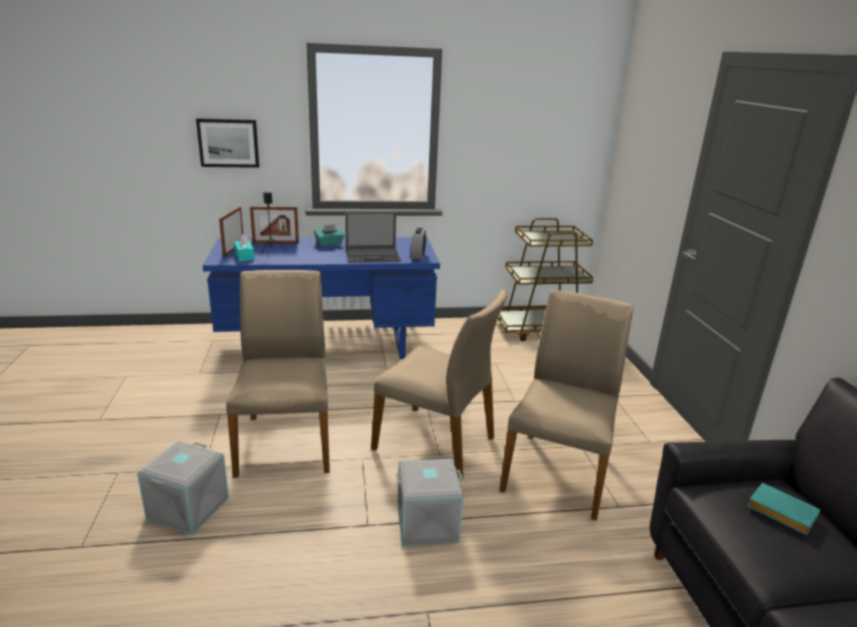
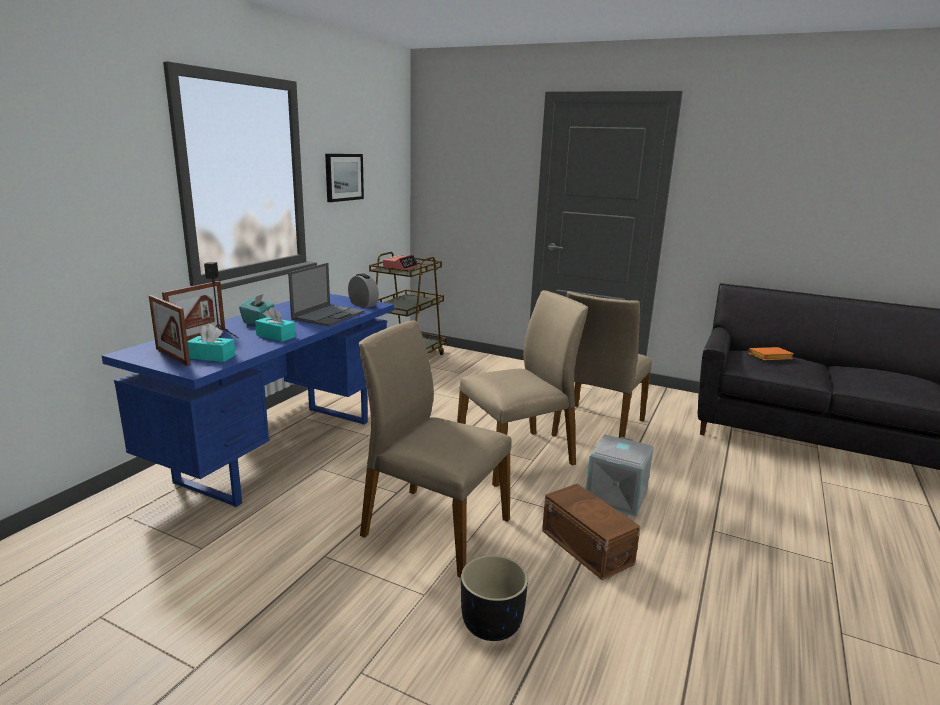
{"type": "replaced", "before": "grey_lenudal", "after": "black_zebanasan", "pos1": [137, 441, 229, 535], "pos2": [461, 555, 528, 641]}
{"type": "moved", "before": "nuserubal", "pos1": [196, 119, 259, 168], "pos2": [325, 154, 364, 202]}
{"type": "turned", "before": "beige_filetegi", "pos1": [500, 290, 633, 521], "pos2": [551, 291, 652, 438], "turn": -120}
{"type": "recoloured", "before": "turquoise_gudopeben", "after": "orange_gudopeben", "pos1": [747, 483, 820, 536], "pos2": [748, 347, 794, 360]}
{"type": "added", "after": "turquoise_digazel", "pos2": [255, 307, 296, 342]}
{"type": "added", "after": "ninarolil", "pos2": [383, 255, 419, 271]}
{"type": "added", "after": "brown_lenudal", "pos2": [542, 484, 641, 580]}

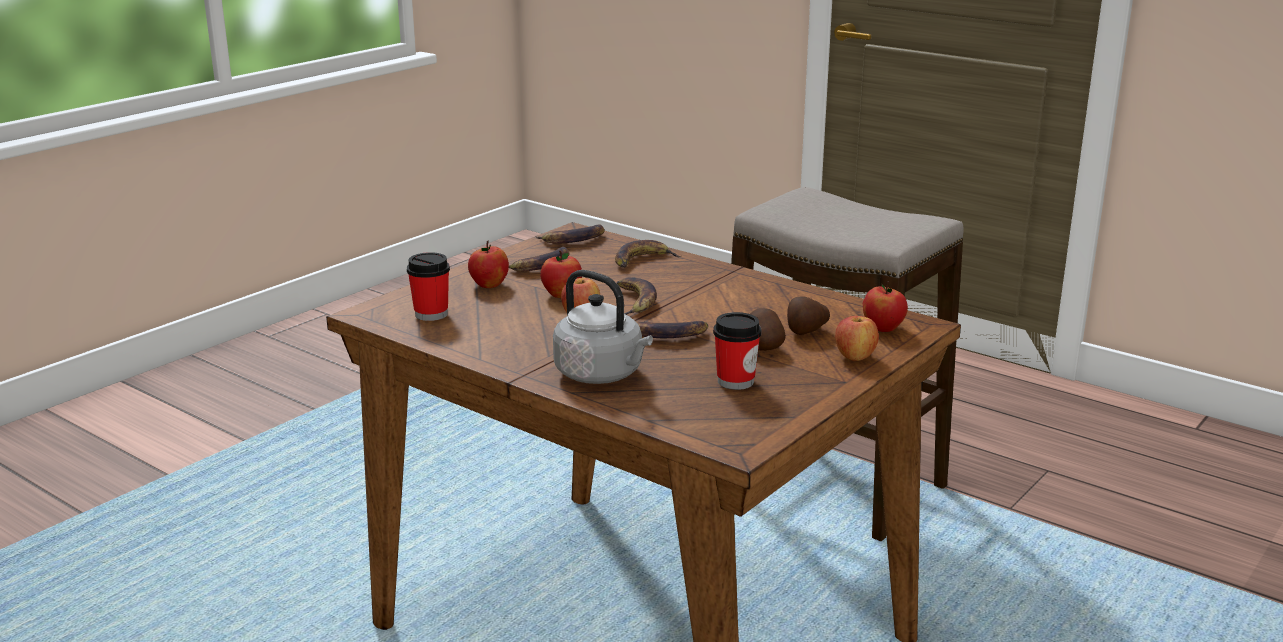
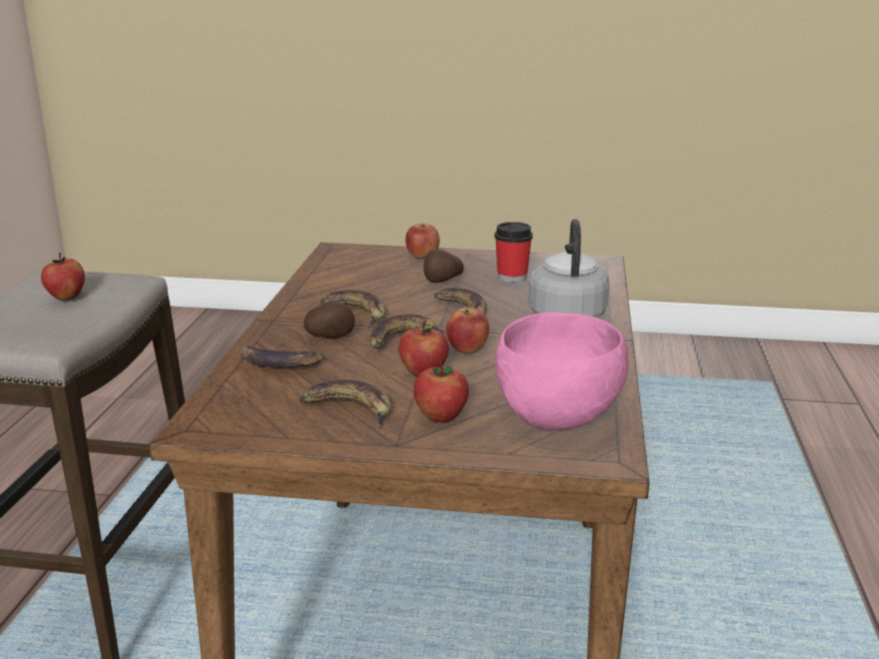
{"type": "replaced", "before": "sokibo", "after": "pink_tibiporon", "pos1": [407, 252, 450, 321], "pos2": [495, 312, 628, 430]}
{"type": "moved", "before": "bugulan", "pos1": [535, 224, 605, 243], "pos2": [320, 290, 386, 328]}
{"type": "moved", "before": "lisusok", "pos1": [787, 296, 830, 335], "pos2": [304, 301, 355, 338]}
{"type": "moved", "before": "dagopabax", "pos1": [863, 281, 908, 332], "pos2": [41, 253, 85, 300]}

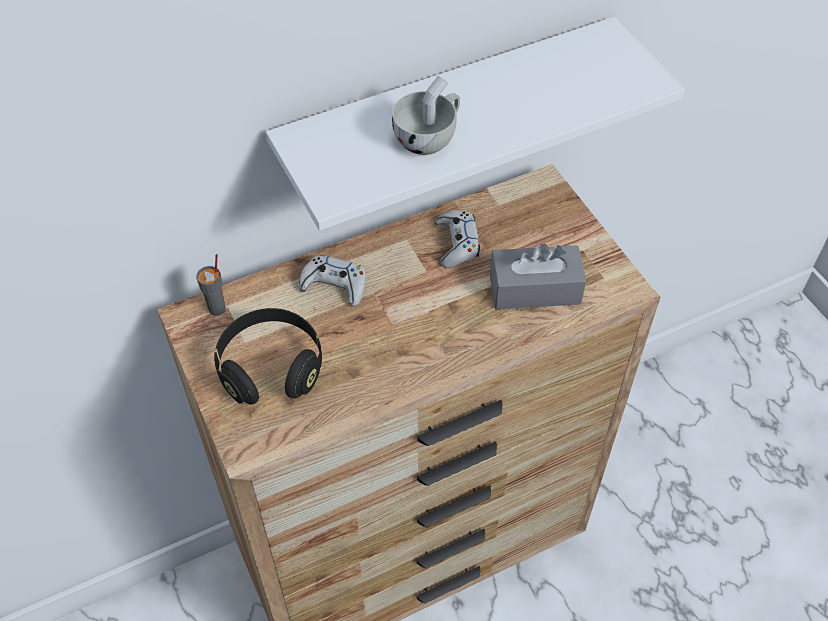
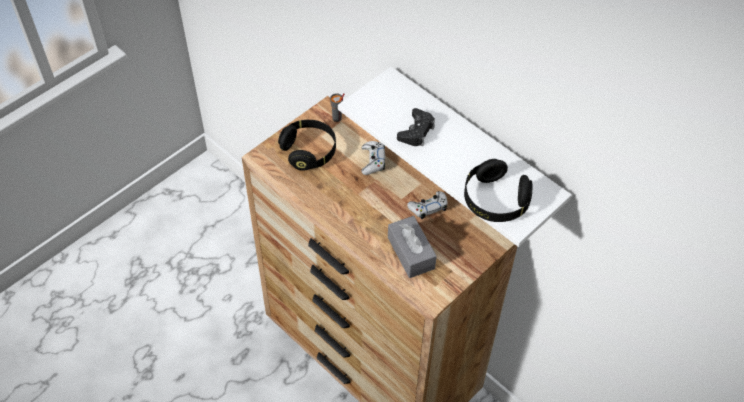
{"type": "replaced", "before": "white_sokibo", "after": "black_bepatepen", "pos1": [392, 76, 460, 155], "pos2": [397, 108, 435, 147]}
{"type": "added", "after": "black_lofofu", "pos2": [464, 159, 532, 222]}

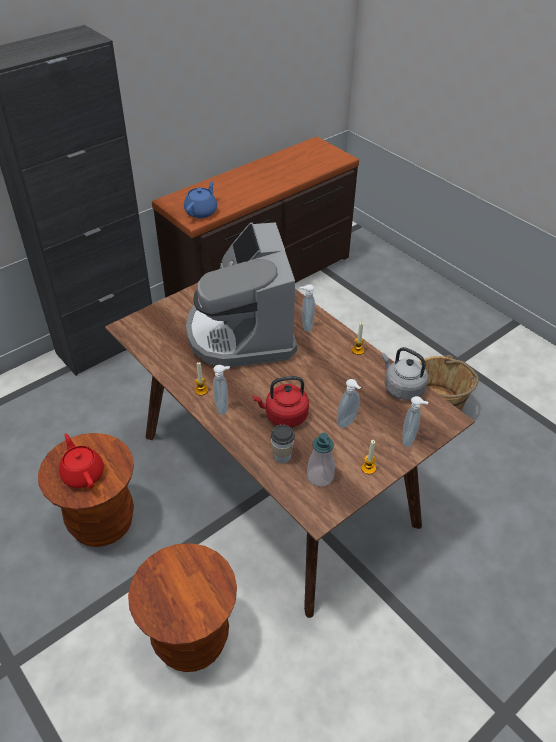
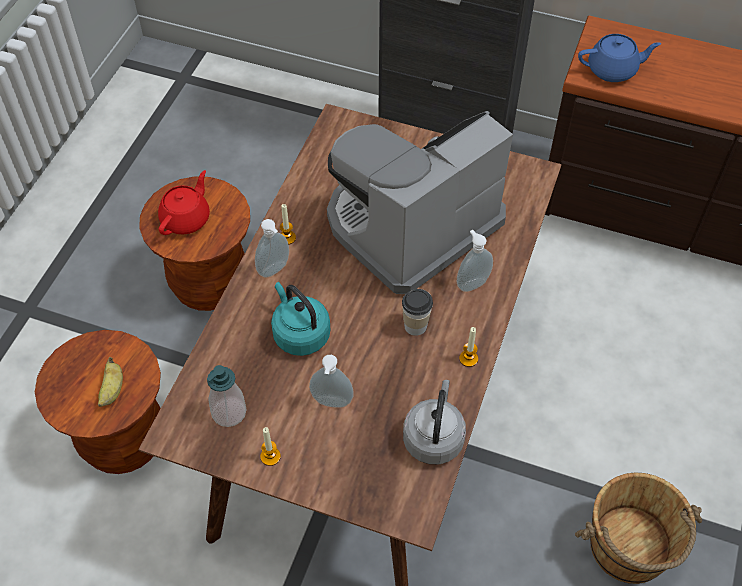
{"type": "recoloured", "before": "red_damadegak", "after": "turquoise_damadegak", "pos1": [253, 376, 309, 427], "pos2": [271, 282, 330, 356]}
{"type": "moved", "before": "sokibo", "pos1": [270, 425, 295, 464], "pos2": [402, 289, 433, 336]}
{"type": "removed", "before": "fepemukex", "pos1": [402, 396, 428, 447]}
{"type": "added", "after": "bugulan", "pos2": [98, 357, 123, 407]}

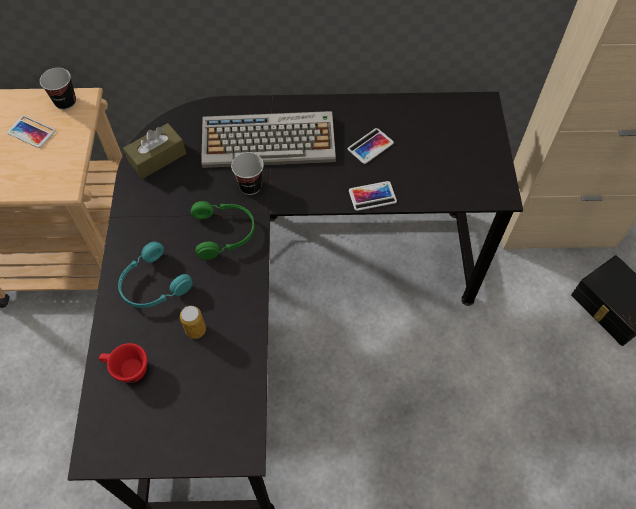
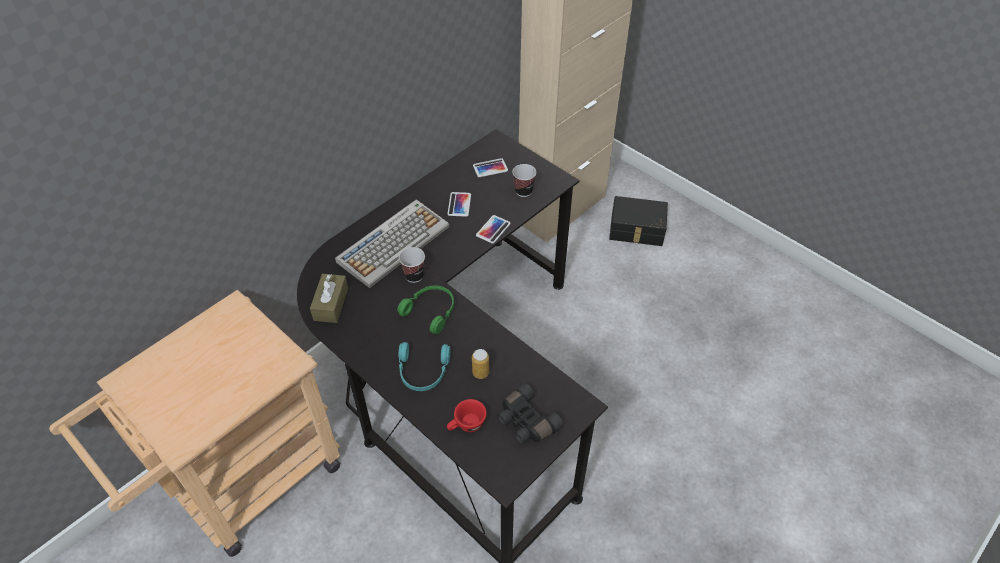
{"type": "moved", "before": "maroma", "pos1": [7, 116, 56, 148], "pos2": [473, 158, 508, 177]}
{"type": "moved", "before": "sokibo", "pos1": [40, 68, 76, 110], "pos2": [512, 164, 536, 197]}
{"type": "added", "after": "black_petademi", "pos2": [497, 383, 564, 444]}

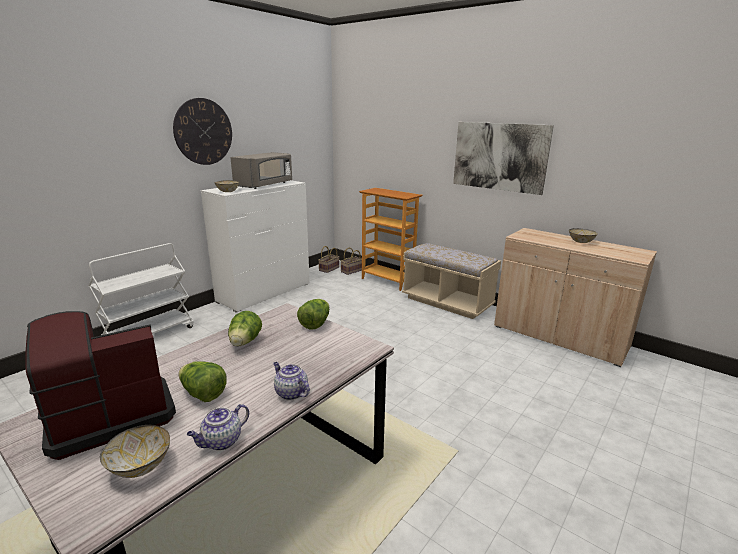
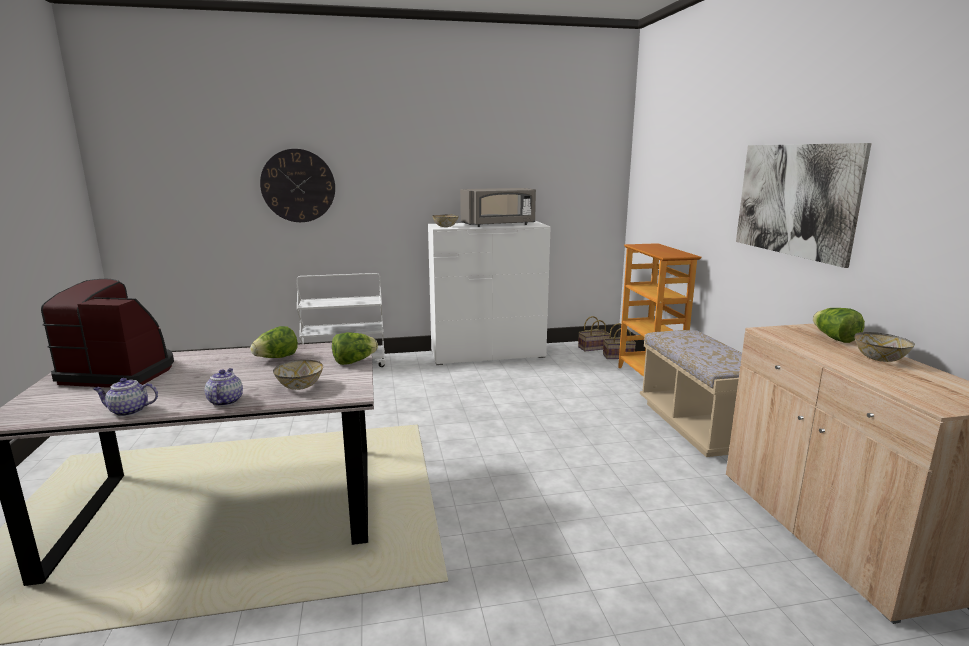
{"type": "moved", "before": "tibiporon", "pos1": [100, 425, 170, 478], "pos2": [273, 360, 323, 390]}
{"type": "moved", "before": "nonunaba", "pos1": [173, 98, 232, 165], "pos2": [260, 149, 335, 222]}
{"type": "moved", "before": "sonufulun", "pos1": [179, 361, 227, 402], "pos2": [813, 308, 865, 343]}

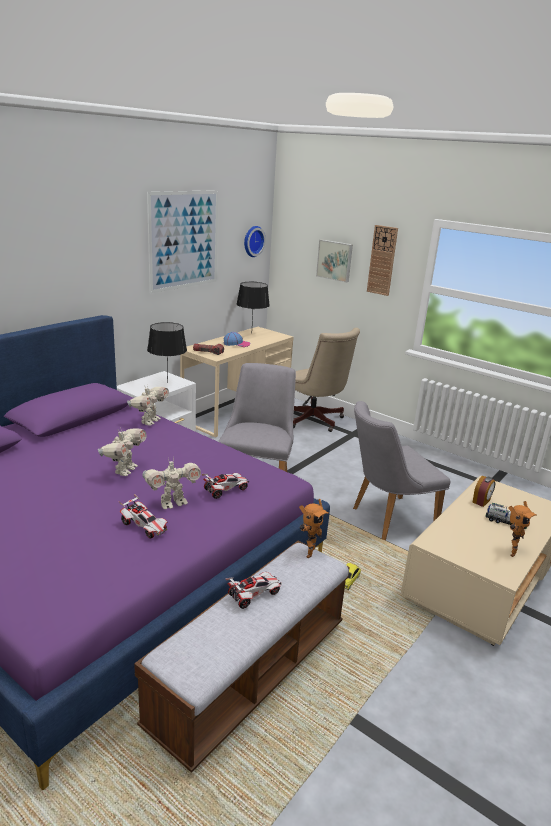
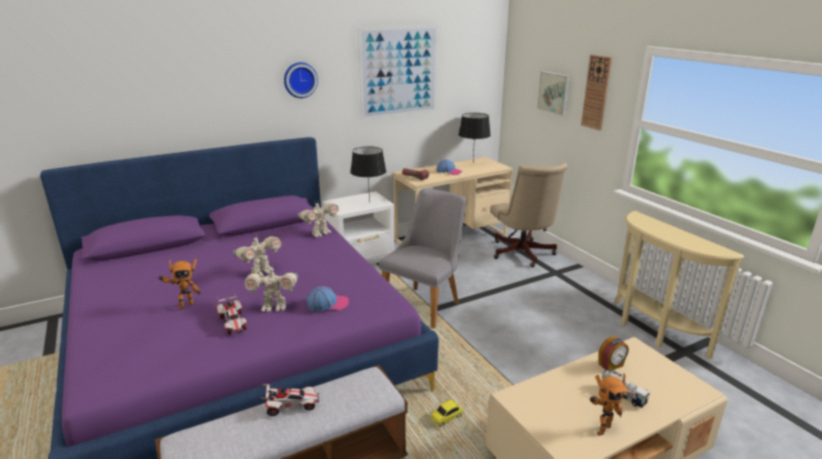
{"type": "replaced", "before": "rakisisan", "after": "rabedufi", "pos1": [201, 473, 249, 499], "pos2": [306, 286, 349, 311]}
{"type": "moved", "before": "nonunaba", "pos1": [244, 226, 266, 257], "pos2": [284, 62, 318, 98]}
{"type": "moved", "before": "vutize", "pos1": [299, 499, 329, 558], "pos2": [158, 258, 201, 310]}
{"type": "removed", "before": "grey_filetegi", "pos1": [353, 401, 451, 541]}
{"type": "added", "after": "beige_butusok", "pos2": [616, 211, 745, 359]}

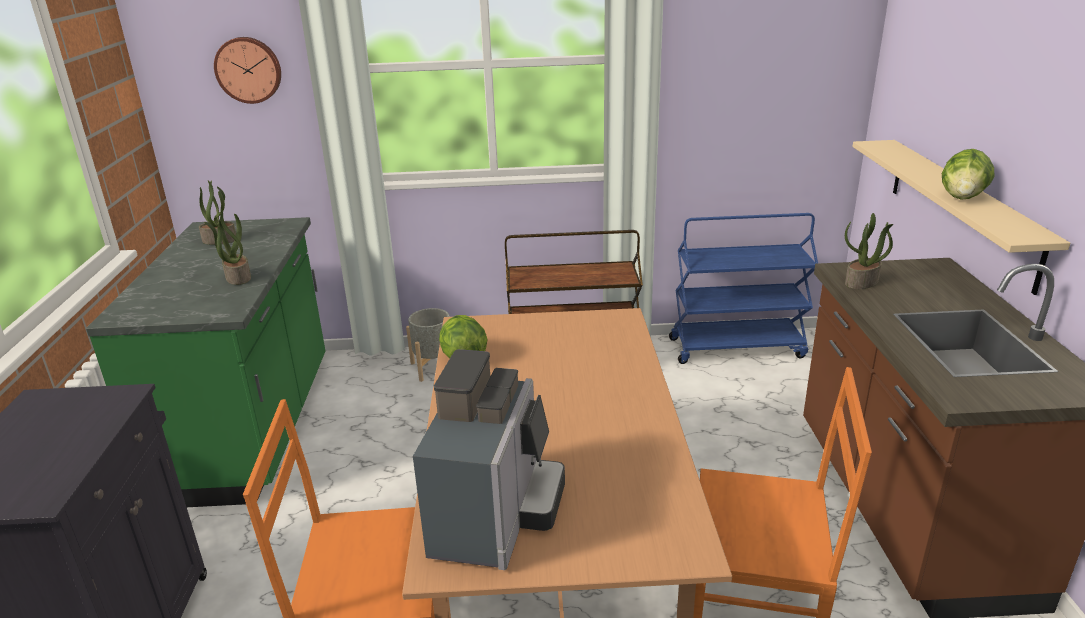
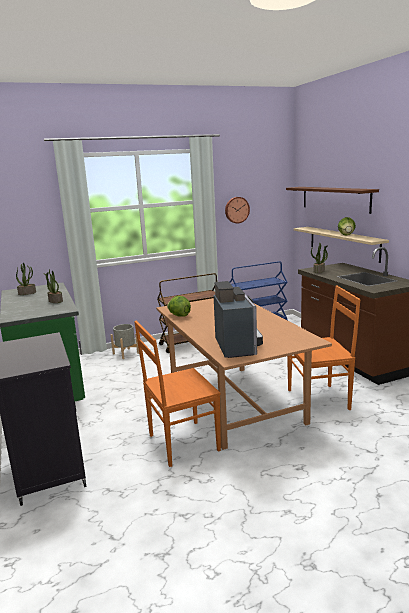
{"type": "moved", "before": "nonunaba", "pos1": [214, 37, 281, 104], "pos2": [225, 197, 250, 223]}
{"type": "added", "after": "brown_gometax", "pos2": [286, 187, 379, 214]}

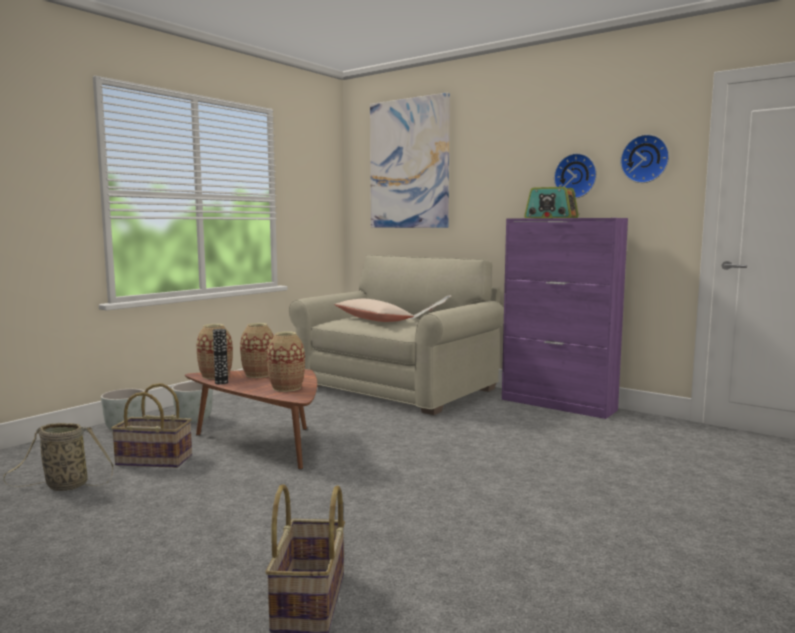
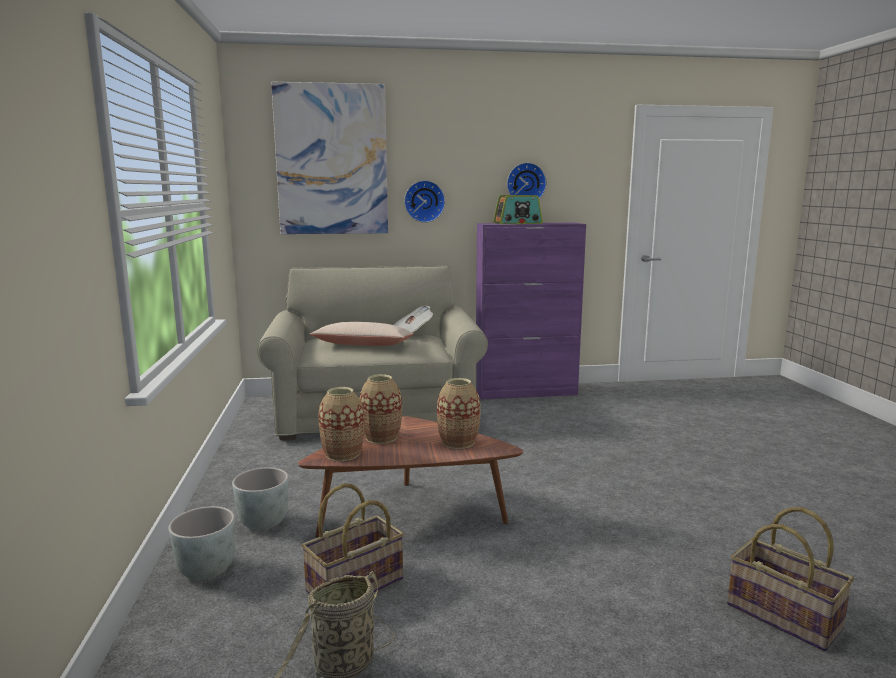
{"type": "removed", "before": "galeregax", "pos1": [213, 329, 228, 385]}
{"type": "moved", "before": "nonunaba", "pos1": [620, 134, 669, 183], "pos2": [404, 180, 445, 223]}

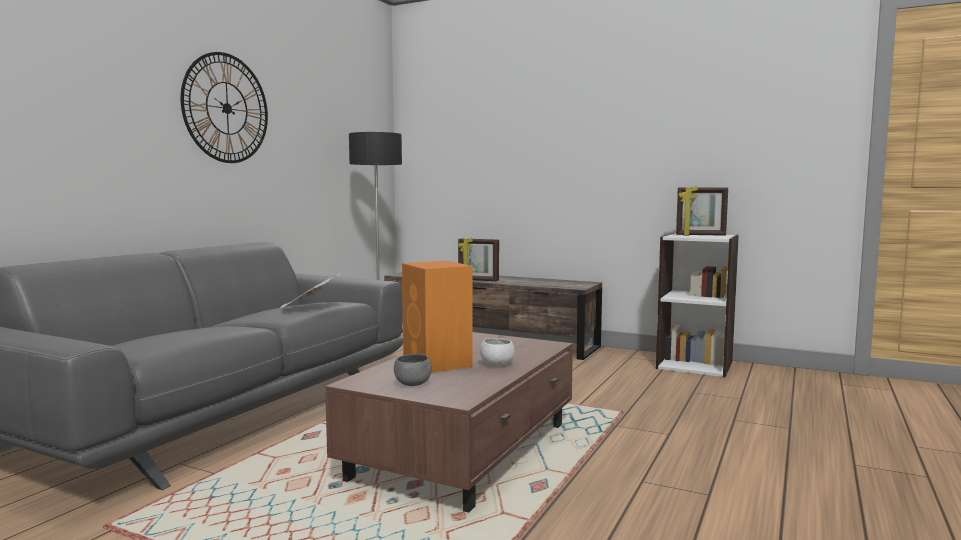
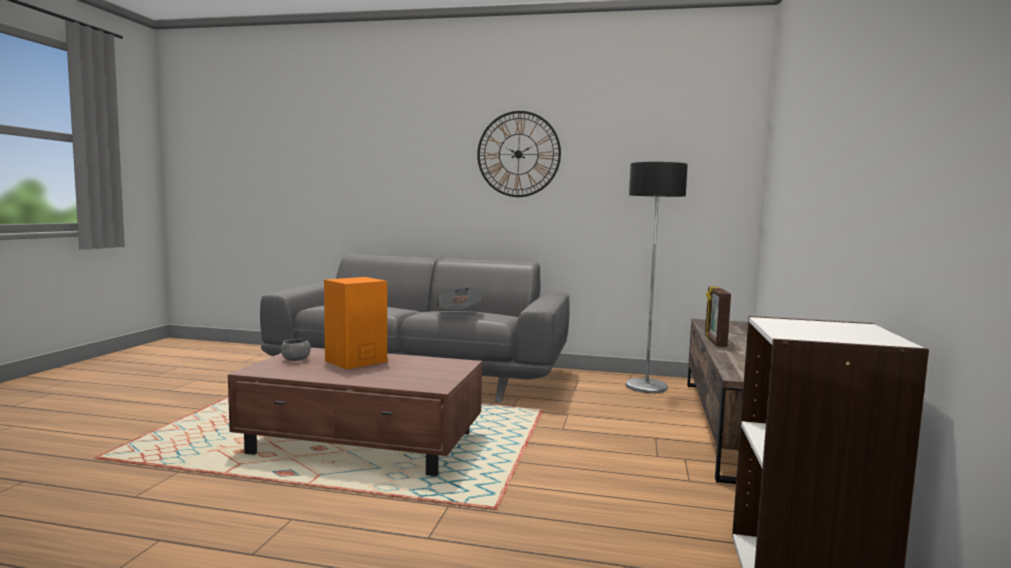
{"type": "removed", "before": "white_tibiporon", "pos1": [480, 338, 515, 366]}
{"type": "removed", "before": "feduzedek", "pos1": [676, 186, 728, 236]}

